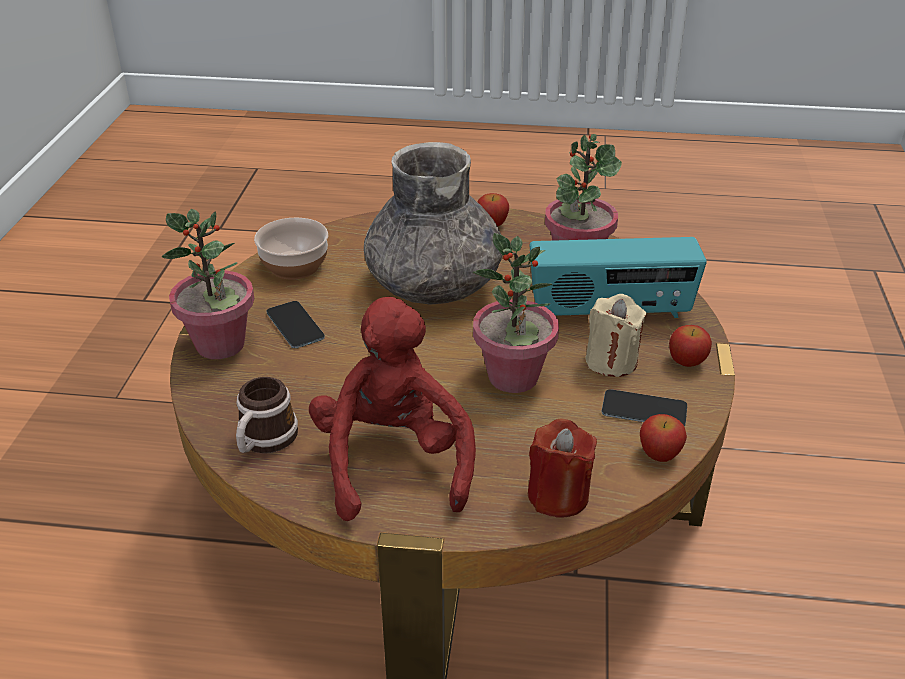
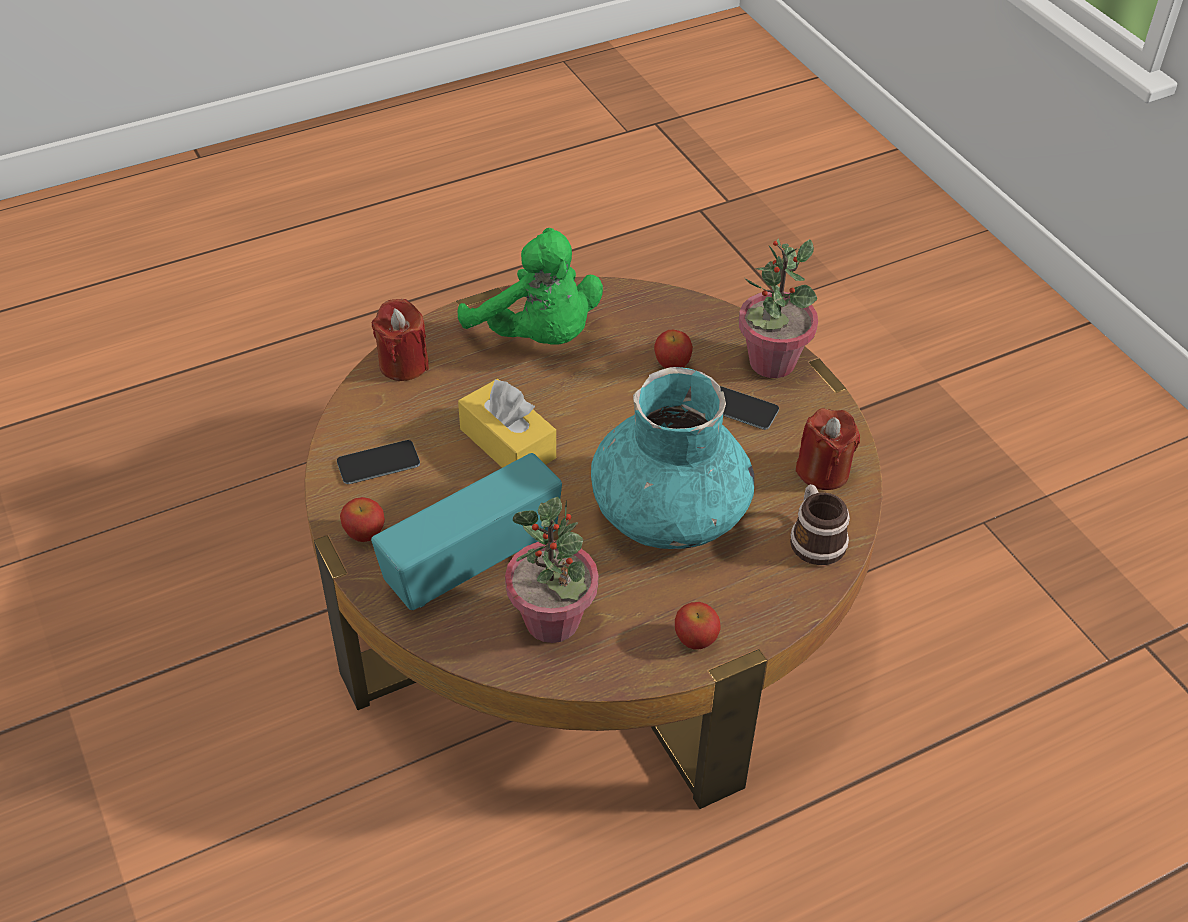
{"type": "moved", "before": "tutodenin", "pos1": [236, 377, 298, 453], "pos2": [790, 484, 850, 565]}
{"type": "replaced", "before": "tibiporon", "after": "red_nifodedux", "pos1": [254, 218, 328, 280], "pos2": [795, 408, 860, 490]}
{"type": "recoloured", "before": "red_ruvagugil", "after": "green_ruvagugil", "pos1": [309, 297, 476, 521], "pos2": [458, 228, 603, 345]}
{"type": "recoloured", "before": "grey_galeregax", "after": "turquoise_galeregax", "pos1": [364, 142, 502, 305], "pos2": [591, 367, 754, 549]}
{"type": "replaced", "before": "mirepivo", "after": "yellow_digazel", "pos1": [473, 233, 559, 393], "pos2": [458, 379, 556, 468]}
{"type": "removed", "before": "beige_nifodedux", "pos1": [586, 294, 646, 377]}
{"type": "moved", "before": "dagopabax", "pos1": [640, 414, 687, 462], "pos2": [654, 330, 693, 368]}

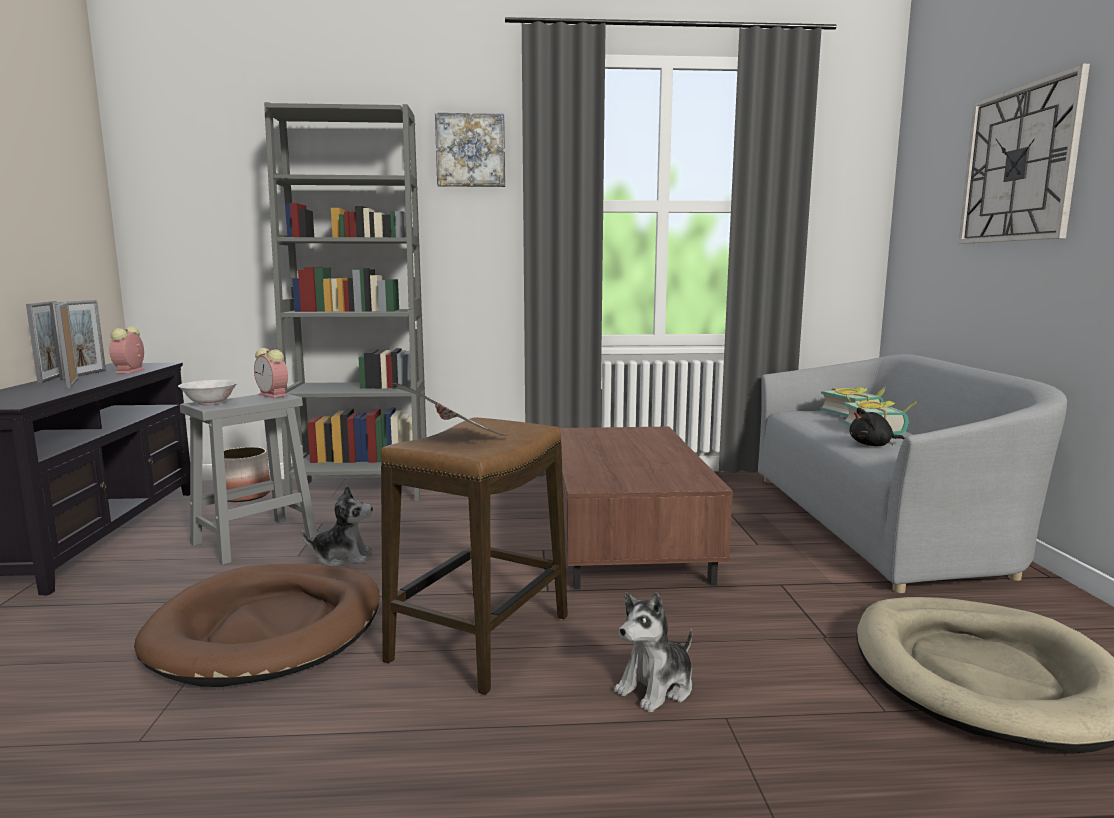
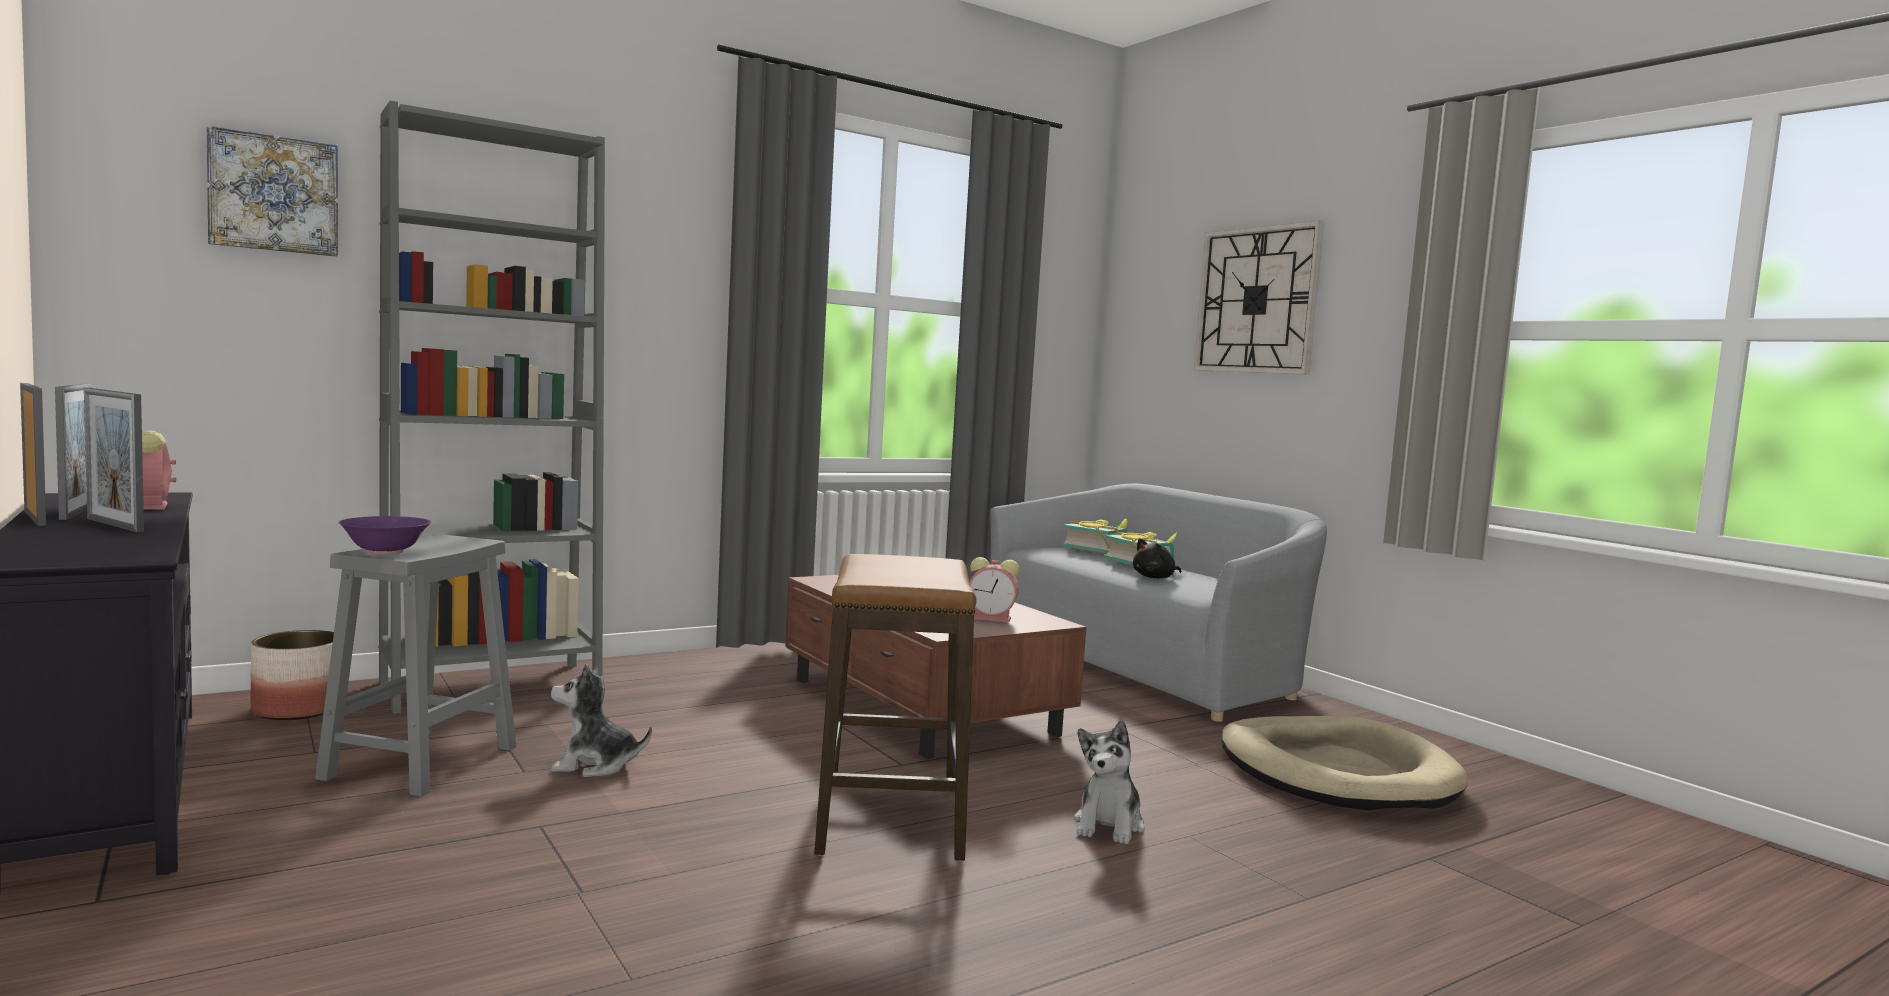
{"type": "removed", "before": "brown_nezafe", "pos1": [134, 564, 379, 687]}
{"type": "recoloured", "before": "white_tibiporon", "after": "purple_tibiporon", "pos1": [178, 380, 238, 405], "pos2": [339, 516, 431, 555]}
{"type": "moved", "before": "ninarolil", "pos1": [254, 348, 288, 398], "pos2": [969, 557, 1020, 623]}
{"type": "turned", "before": "ruvagugil", "pos1": [302, 485, 373, 567], "pos2": [551, 664, 652, 777], "turn": -150}
{"type": "removed", "before": "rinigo", "pos1": [393, 383, 508, 436]}
{"type": "moved", "before": "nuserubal", "pos1": [435, 113, 505, 187], "pos2": [207, 125, 338, 257]}

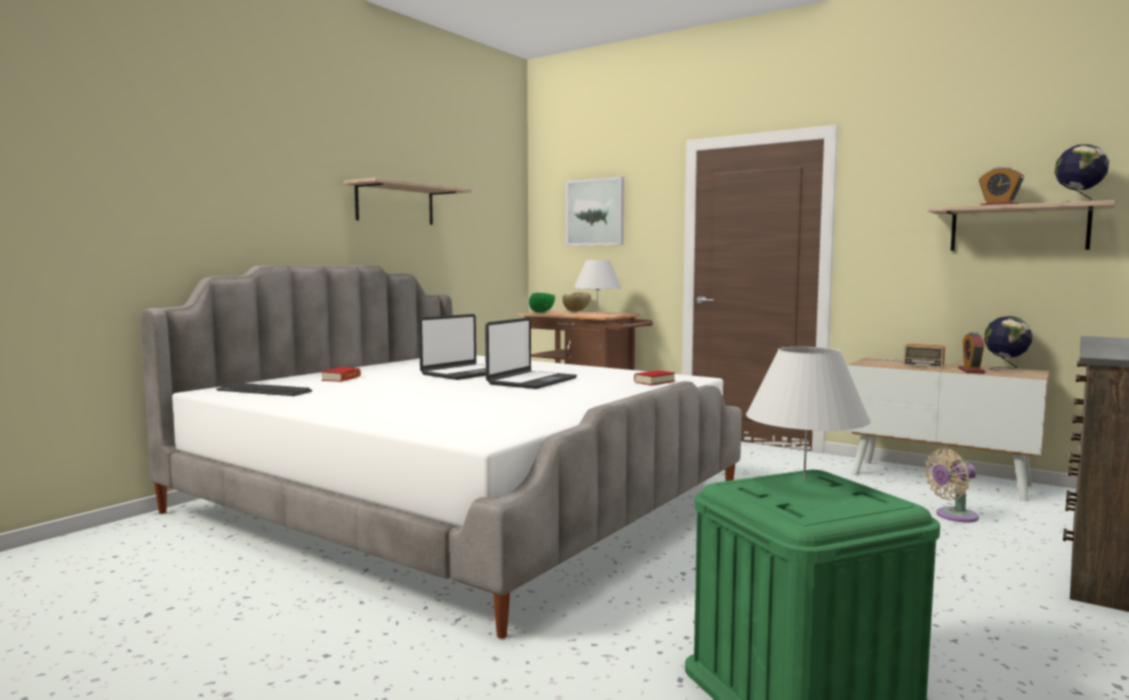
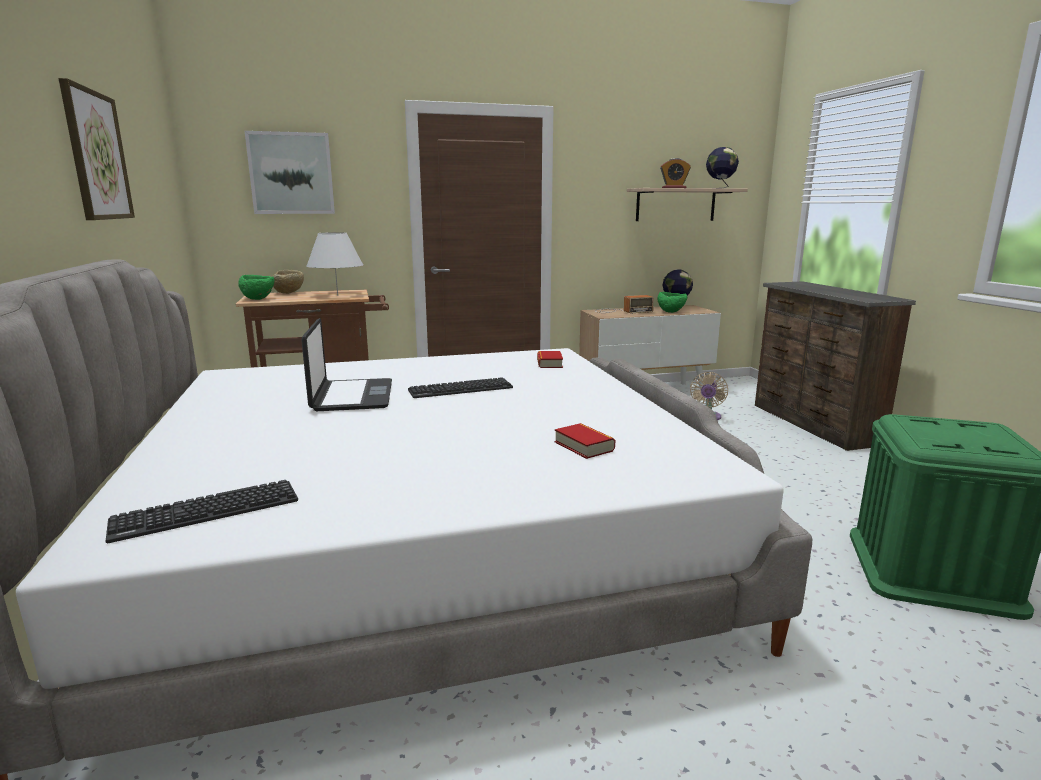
{"type": "moved", "before": "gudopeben", "pos1": [321, 367, 361, 382], "pos2": [555, 423, 615, 459]}
{"type": "replaced", "before": "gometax", "after": "nuserubal", "pos1": [343, 177, 471, 225], "pos2": [59, 78, 135, 220]}
{"type": "replaced", "before": "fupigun", "after": "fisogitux", "pos1": [485, 318, 577, 389], "pos2": [408, 377, 513, 398]}
{"type": "removed", "before": "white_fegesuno", "pos1": [746, 347, 871, 481]}
{"type": "replaced", "before": "ninarolil", "after": "green_tibiporon", "pos1": [959, 332, 985, 373], "pos2": [657, 292, 687, 313]}

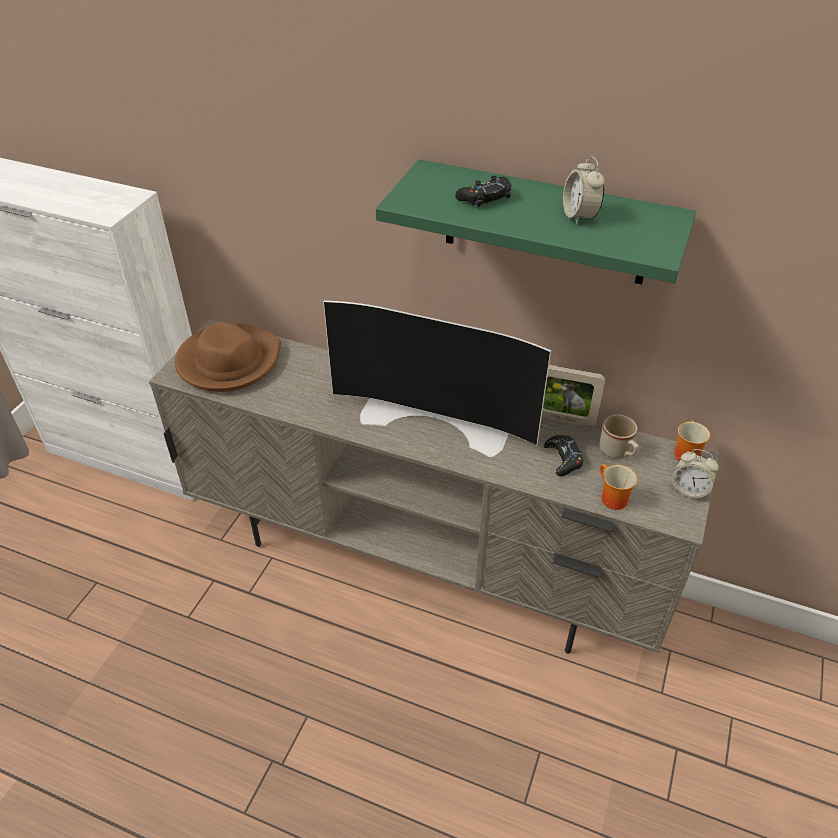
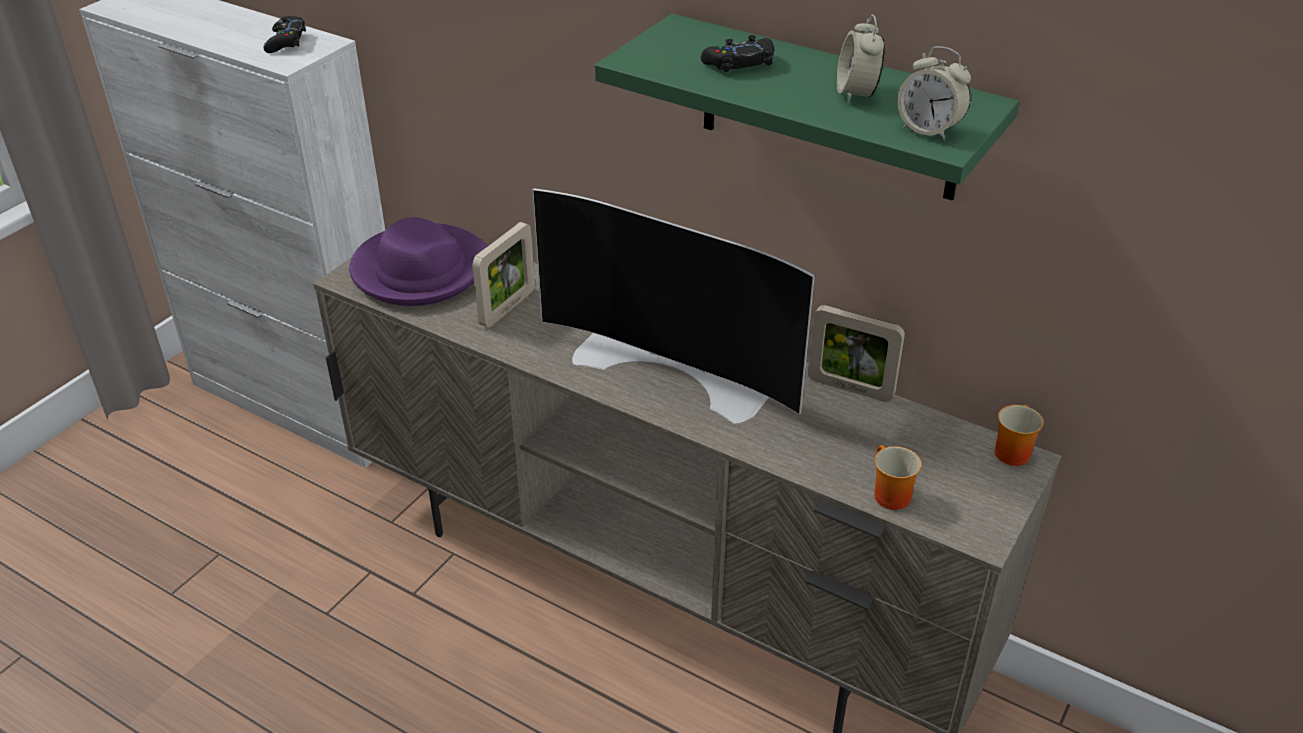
{"type": "recoloured", "before": "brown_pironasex", "after": "purple_pironasex", "pos1": [175, 322, 281, 392], "pos2": [349, 217, 489, 306]}
{"type": "moved", "before": "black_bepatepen", "pos1": [544, 435, 584, 476], "pos2": [264, 16, 306, 53]}
{"type": "removed", "before": "beige_tutodenin", "pos1": [599, 415, 639, 459]}
{"type": "moved", "before": "ninarolil", "pos1": [672, 449, 719, 500], "pos2": [897, 46, 971, 141]}
{"type": "added", "after": "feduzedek", "pos2": [472, 222, 535, 327]}

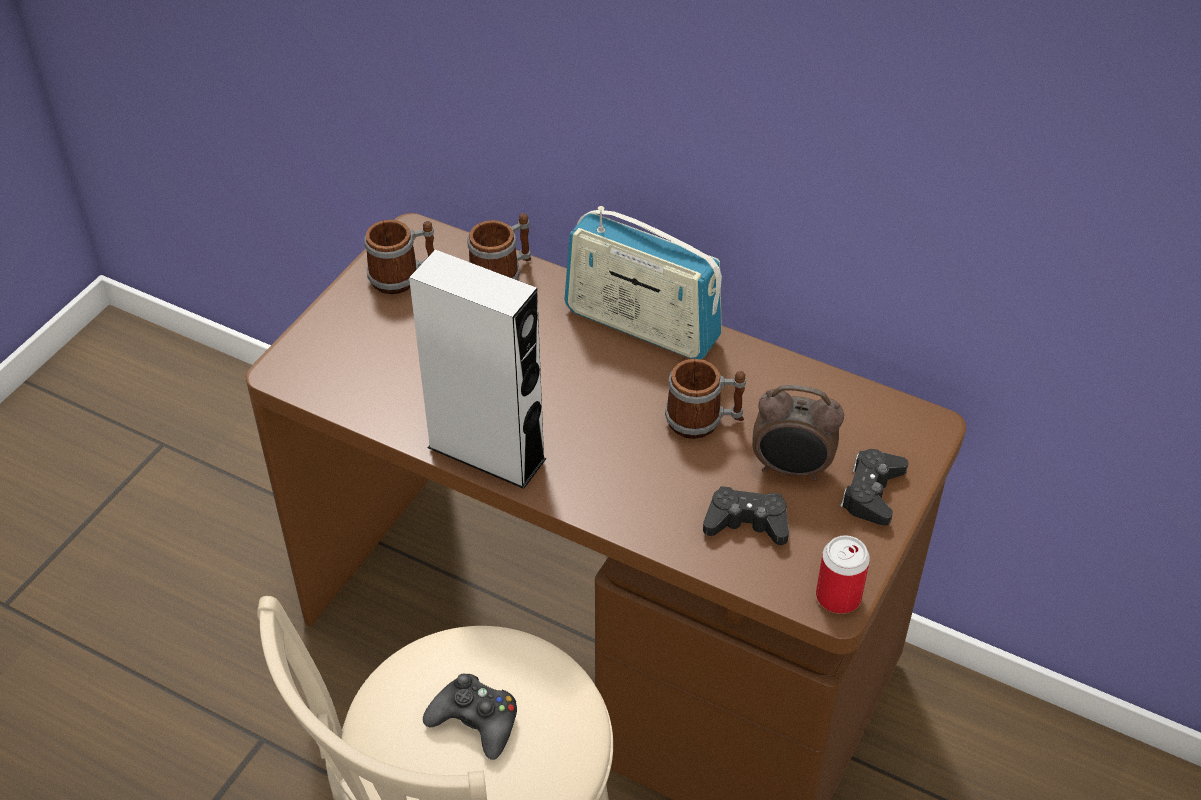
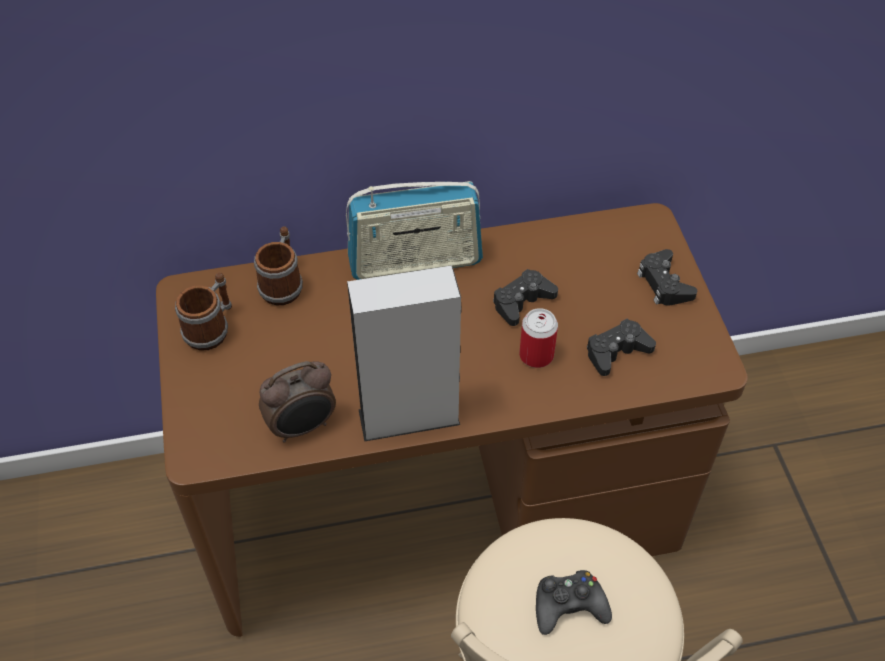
{"type": "replaced", "before": "tutodenin", "after": "black_bepatepen", "pos1": [665, 359, 746, 439], "pos2": [493, 269, 558, 326]}
{"type": "moved", "before": "ninarolil", "pos1": [752, 385, 844, 481], "pos2": [259, 361, 336, 443]}
{"type": "moved", "before": "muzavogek", "pos1": [816, 535, 870, 614], "pos2": [519, 308, 558, 368]}

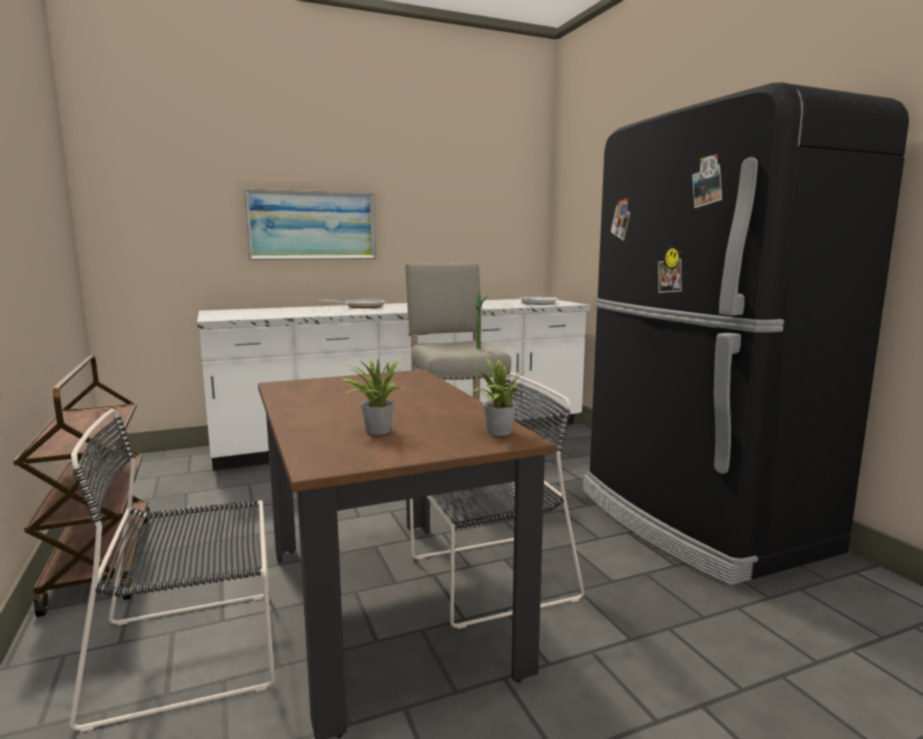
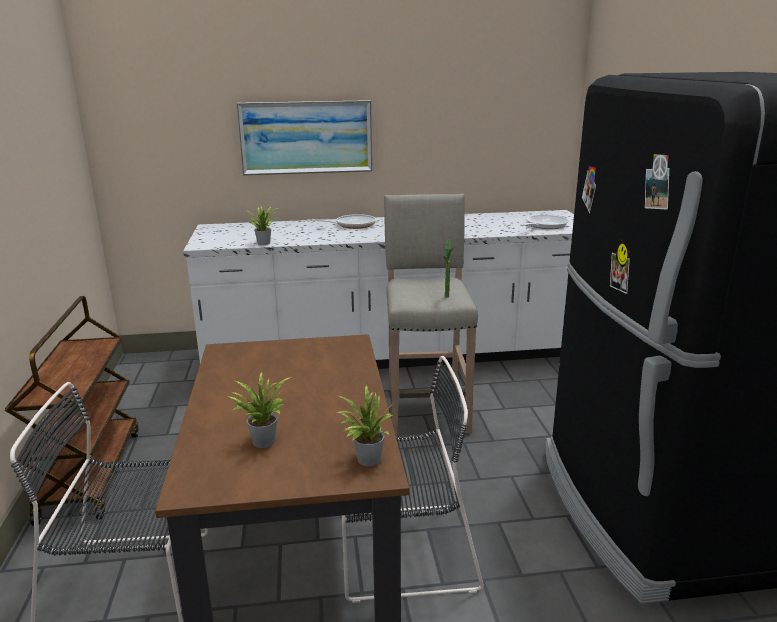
{"type": "added", "after": "mirepivo", "pos2": [246, 205, 279, 245]}

